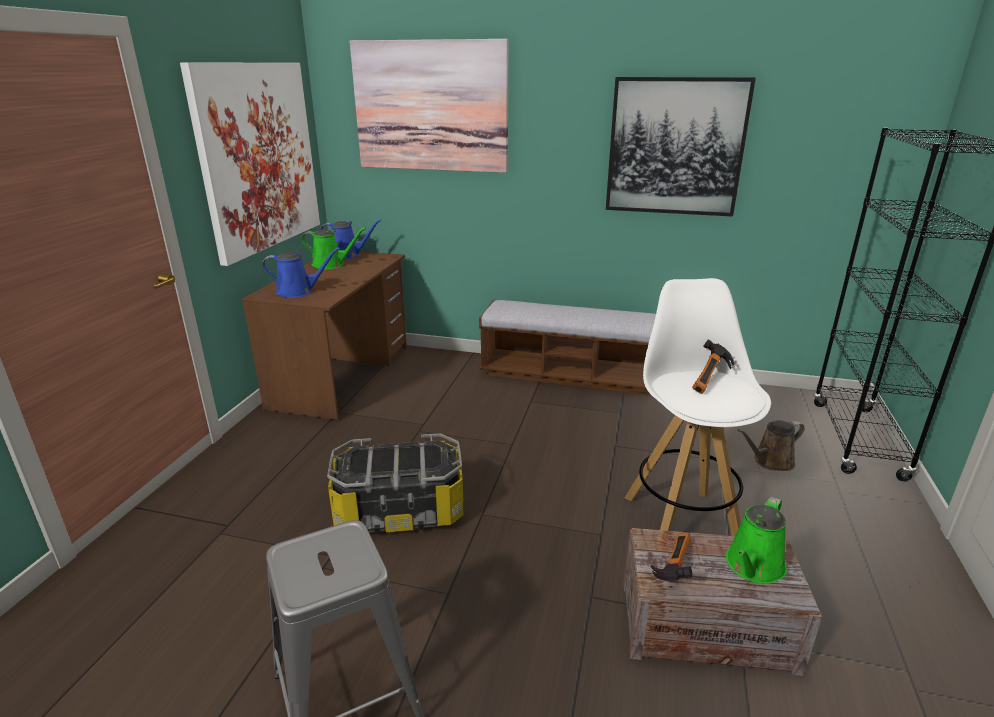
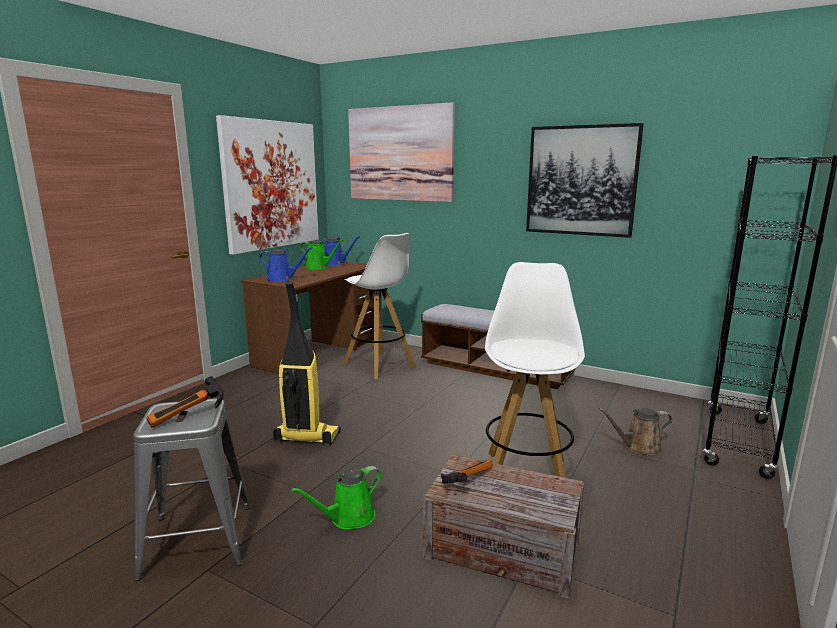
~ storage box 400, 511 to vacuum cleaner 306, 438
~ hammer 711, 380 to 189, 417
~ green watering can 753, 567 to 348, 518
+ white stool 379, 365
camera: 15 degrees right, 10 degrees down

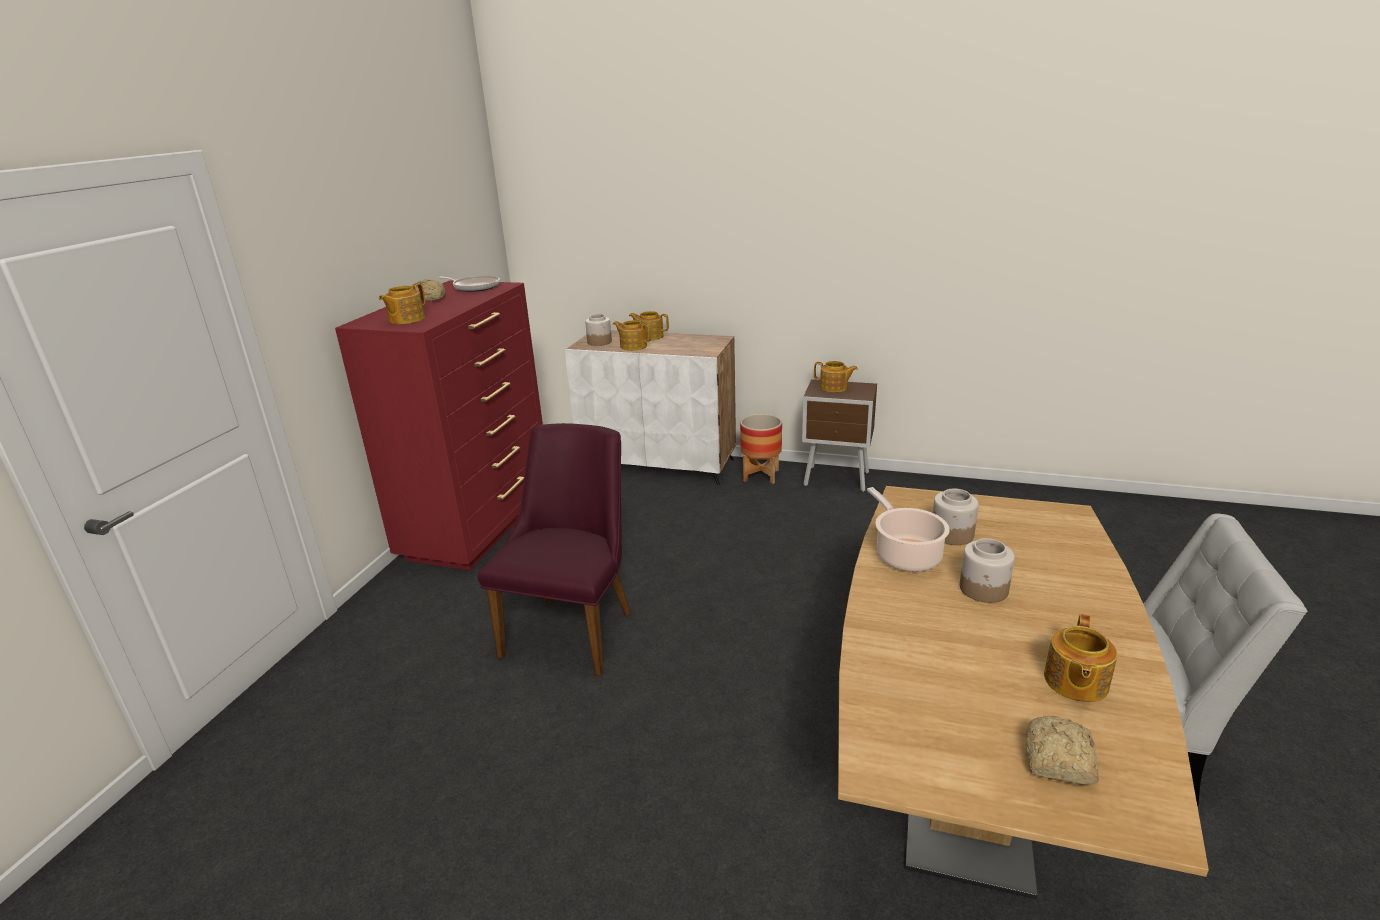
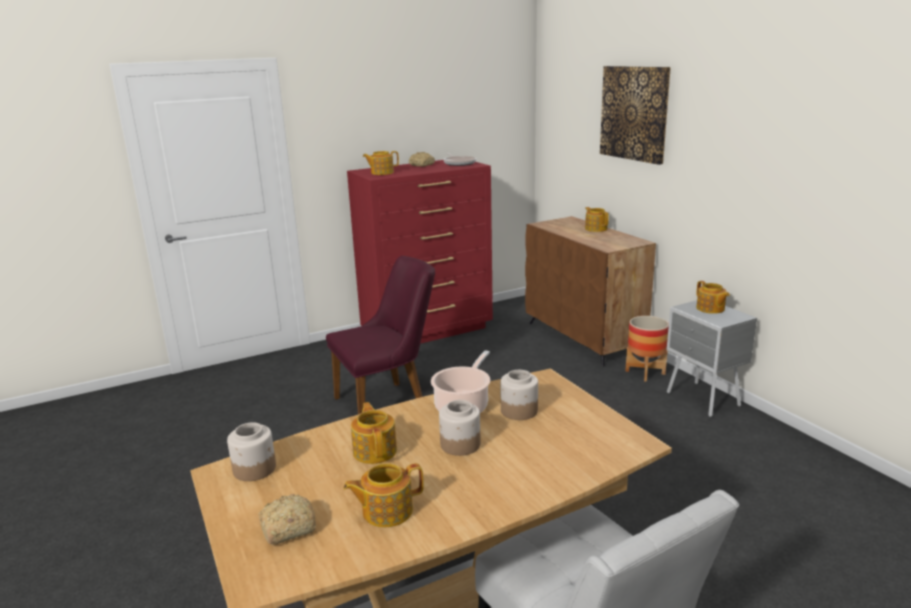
~ white cabinet 659, 465 to brown cabinet 584, 338
~ jar 599, 342 to 255, 469
~ teapot 633, 346 to 375, 450
~ brown nightstand 838, 480 to grey nightstand 703, 400
+ picture 634, 113
camera: 45 degrees right, 5 degrees down

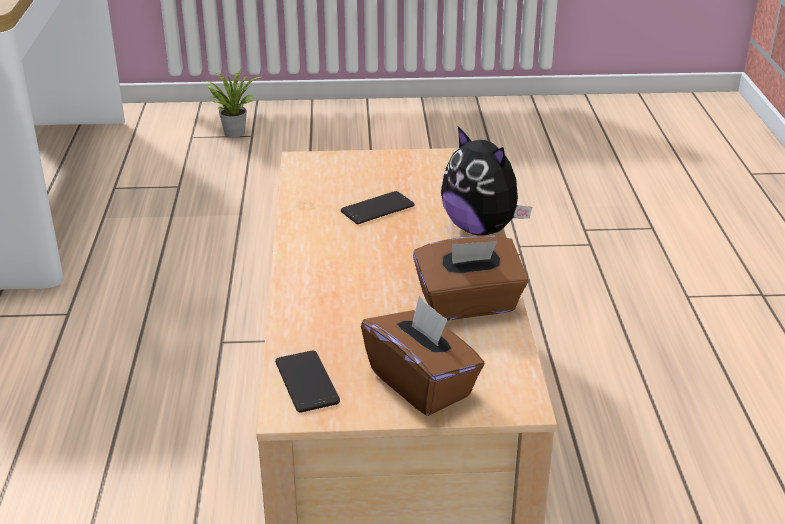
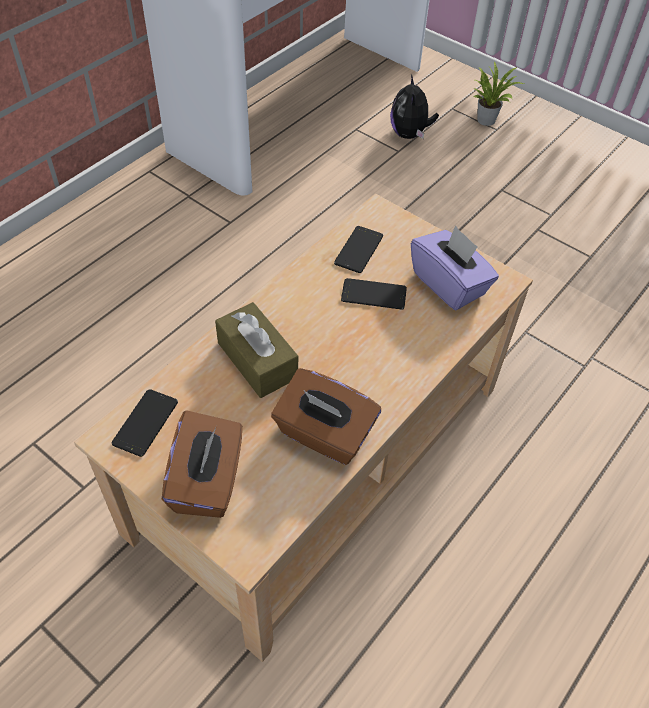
~ plush toy 481, 229 to 409, 134
+ brown tissue box 257, 360
+ phone 359, 250
+ purple tissue box 449, 284
camera: 40 degrees right, 20 degrees up

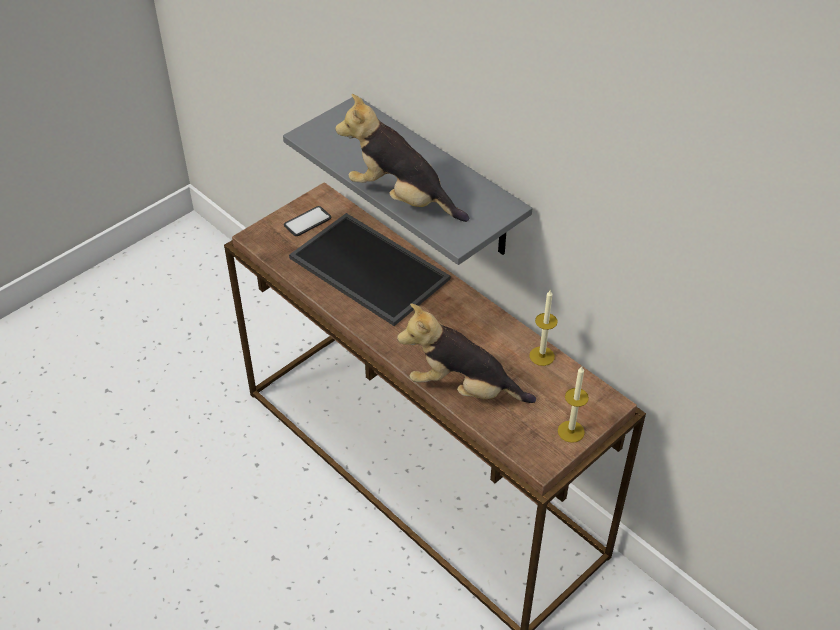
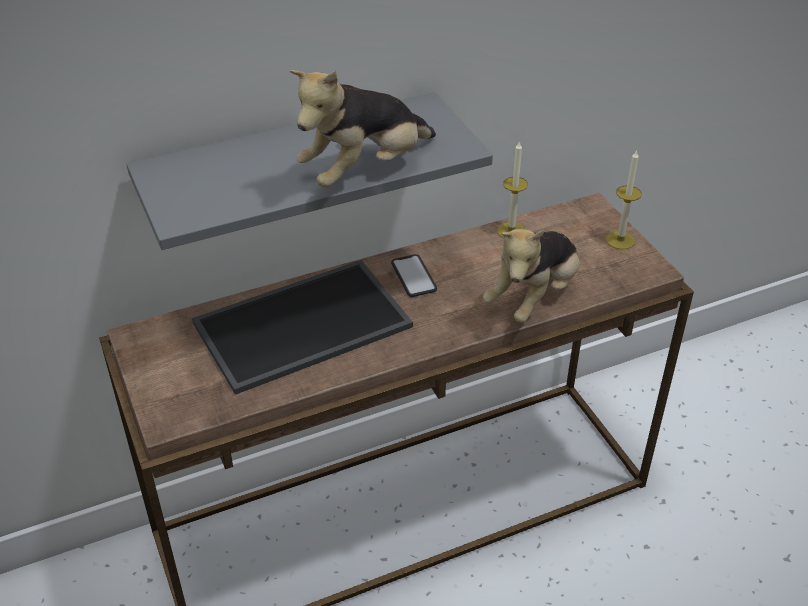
~ phone 307, 222 to 413, 276
camera: 70 degrees left, 5 degrees down

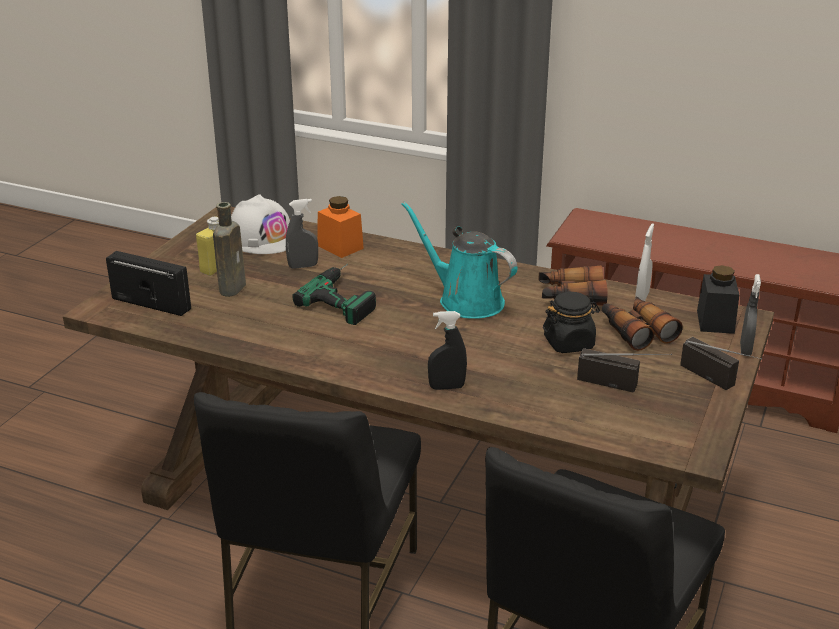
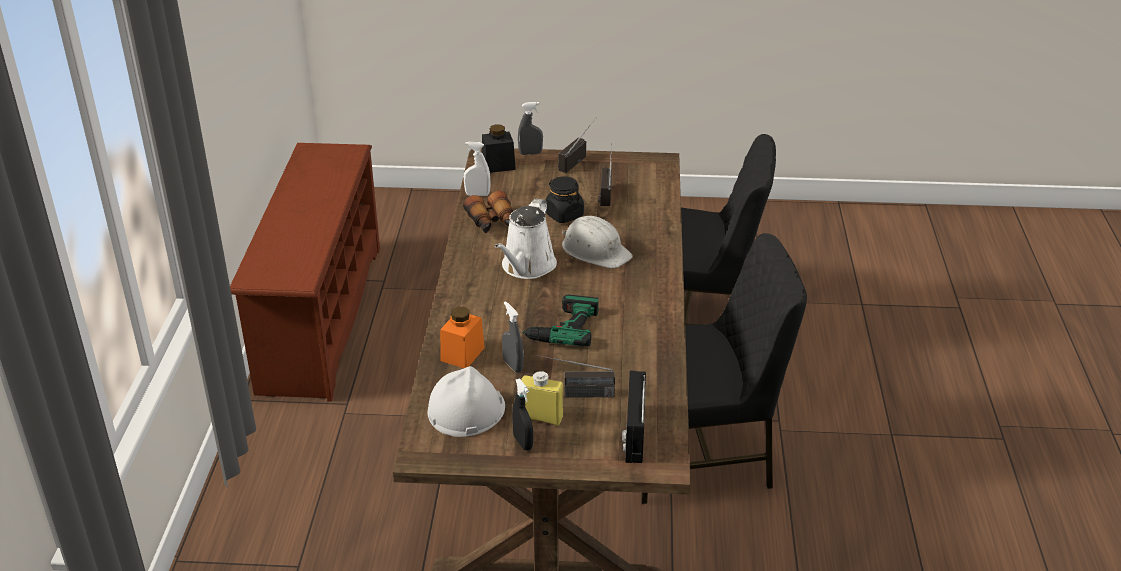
~ brown bottle 233, 287 to radio 575, 394
~ turquoise watering can 465, 300 to white watering can 526, 267
~ black spray bottle 446, 387 to 523, 442
- binoculars 636, 330
+ white hard hat 595, 250
camera: 110 degrees left, 5 degrees up

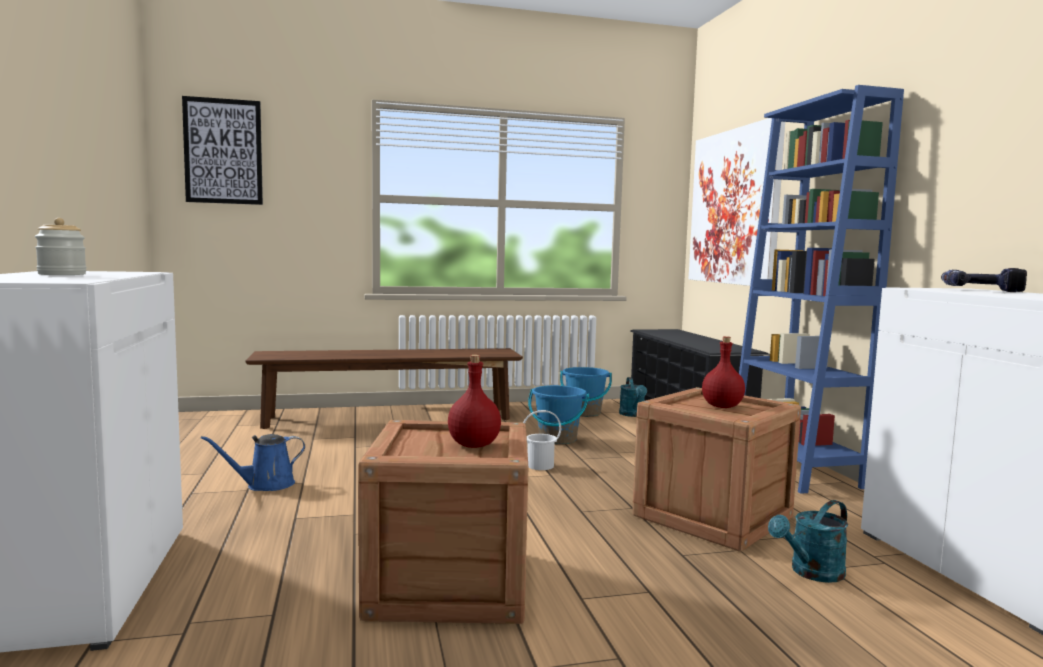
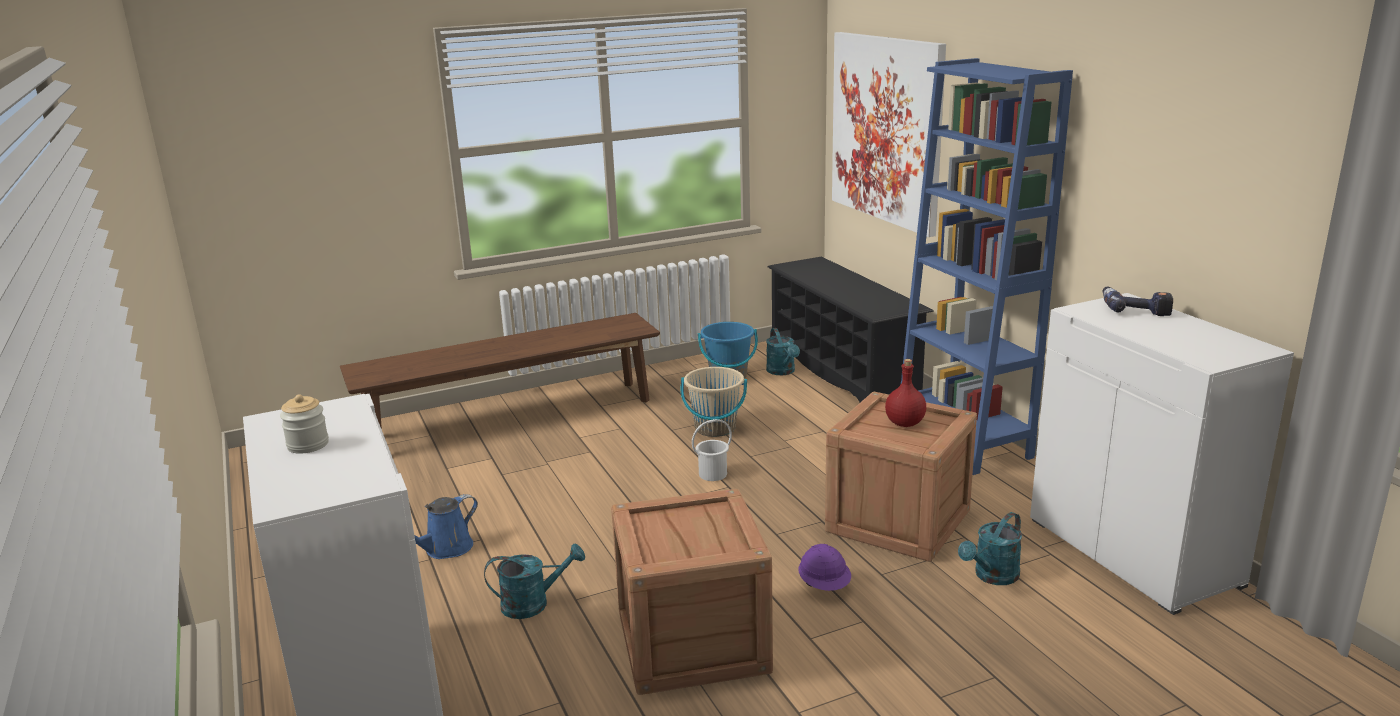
- picture 223, 151
- red bottle 473, 445
~ blue bucket 557, 439 to beige bucket 715, 428
+ turquoise watering can 533, 604
+ purple hard hat 824, 586
camera: 10 degrees left, 15 degrees up

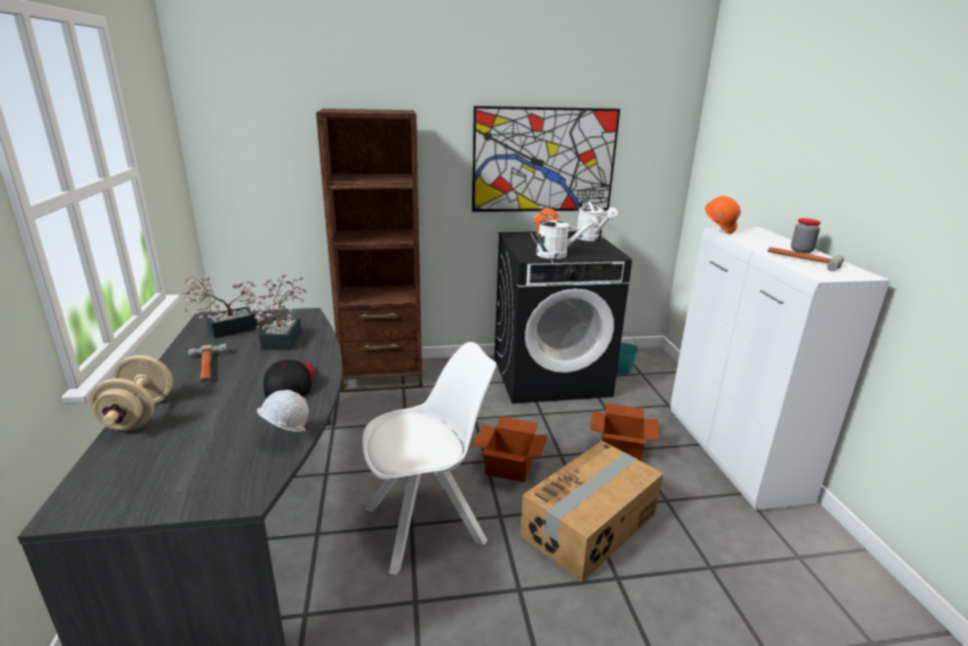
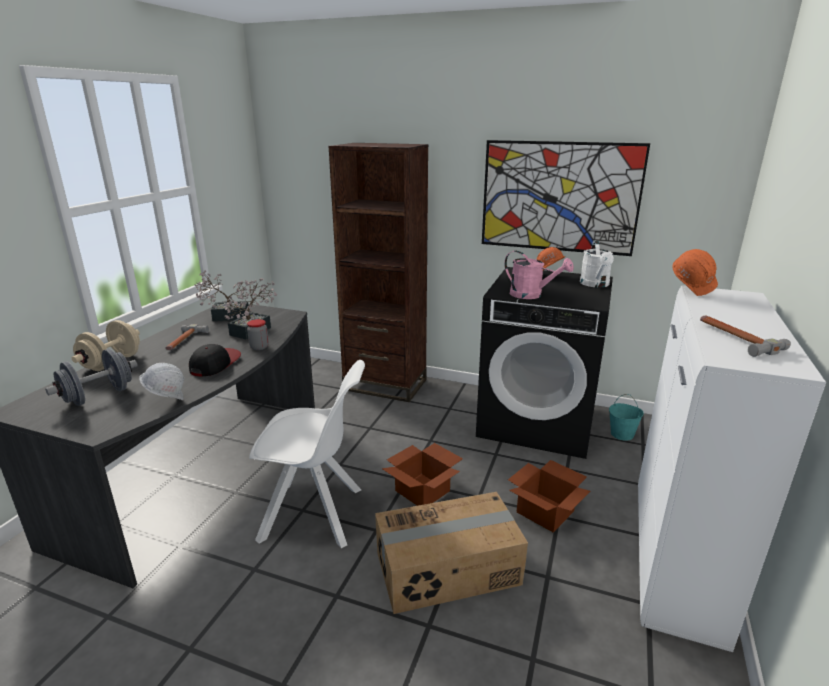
~ white watering can 558, 255 to pink watering can 531, 295
~ jar 801, 251 to 259, 347
+ grey dumbbell 99, 396
camera: 30 degrees right, 0 degrees up

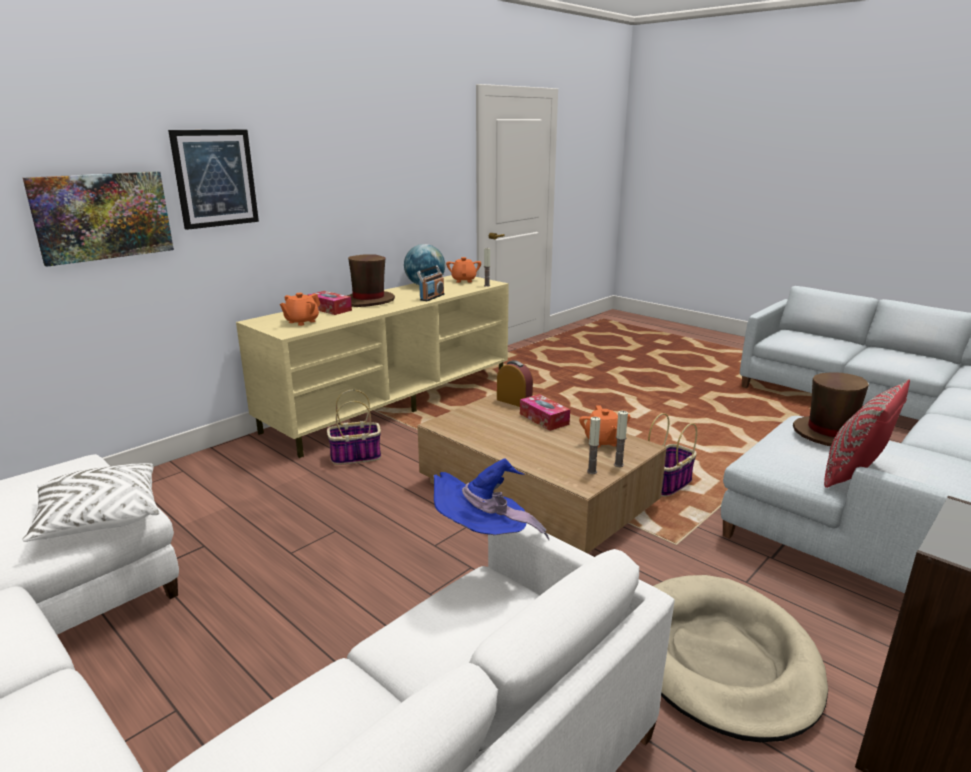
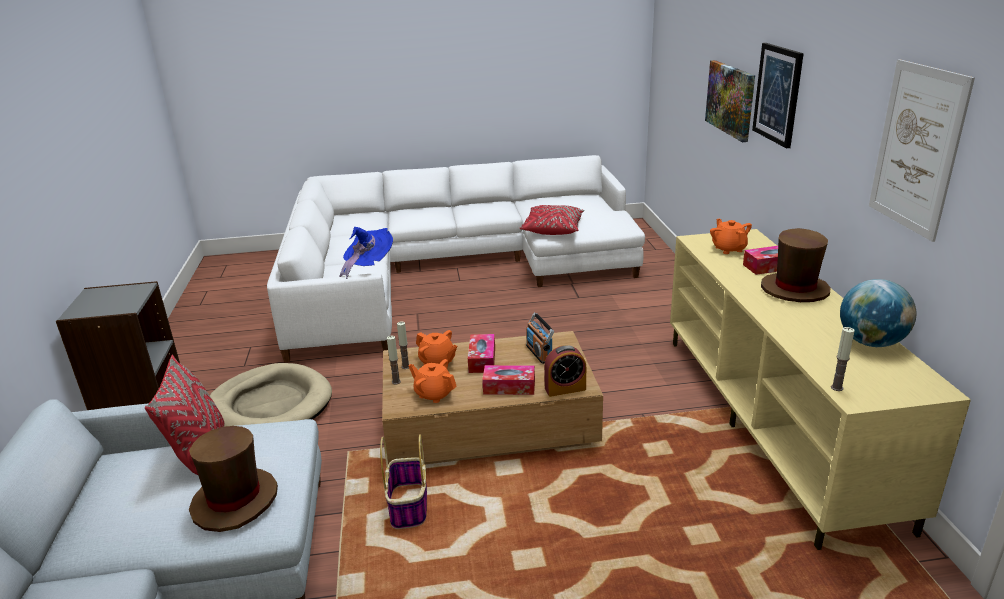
~ white pillow 100, 518 to red pillow 553, 229
- basket 355, 457
~ radio 431, 297 to 539, 353
~ orange teapot 464, 280 to 437, 362
+ tissue box 482, 359
+ picture 917, 148
camera: 130 degrees right, 5 degrees up

